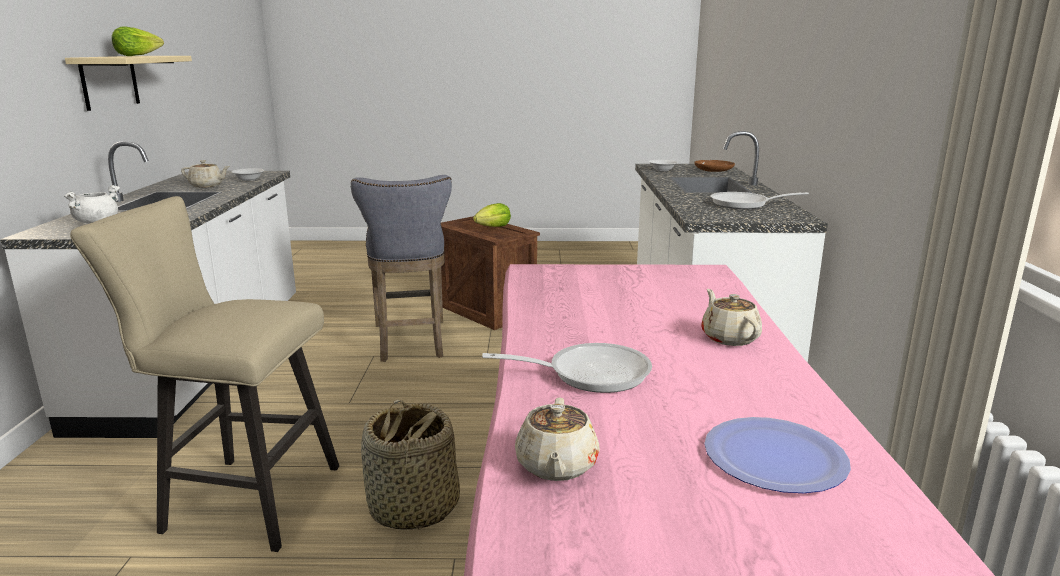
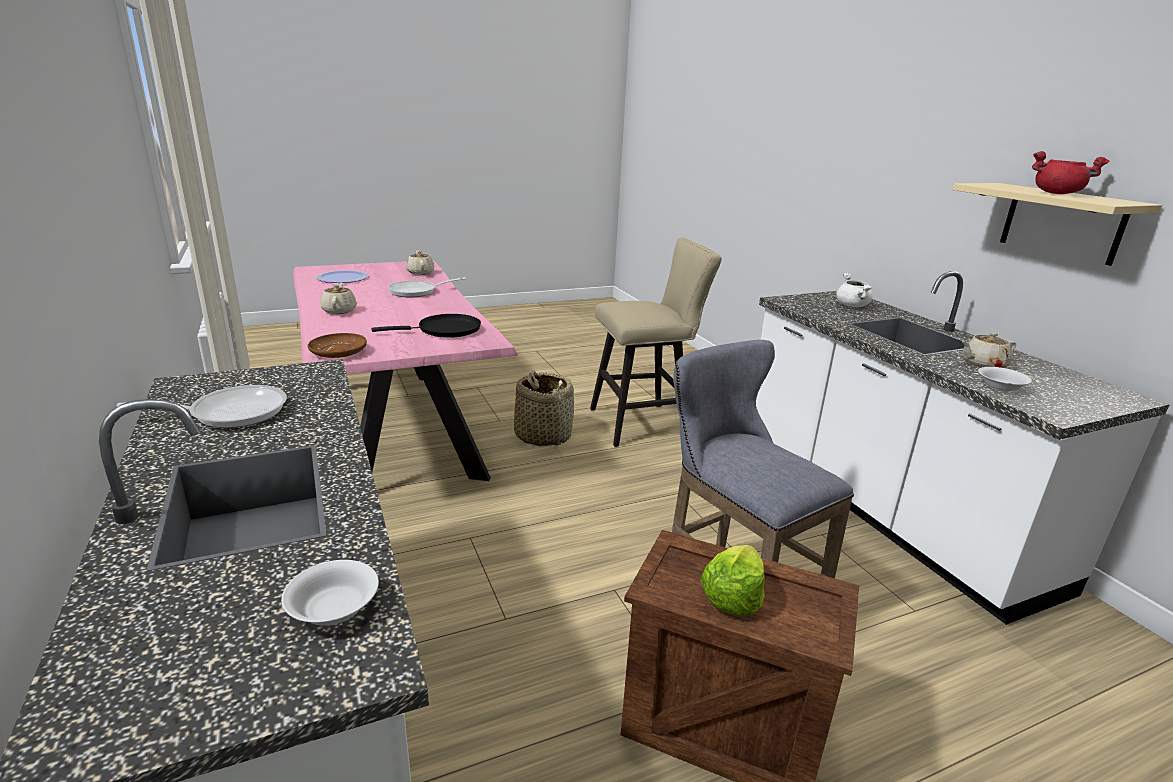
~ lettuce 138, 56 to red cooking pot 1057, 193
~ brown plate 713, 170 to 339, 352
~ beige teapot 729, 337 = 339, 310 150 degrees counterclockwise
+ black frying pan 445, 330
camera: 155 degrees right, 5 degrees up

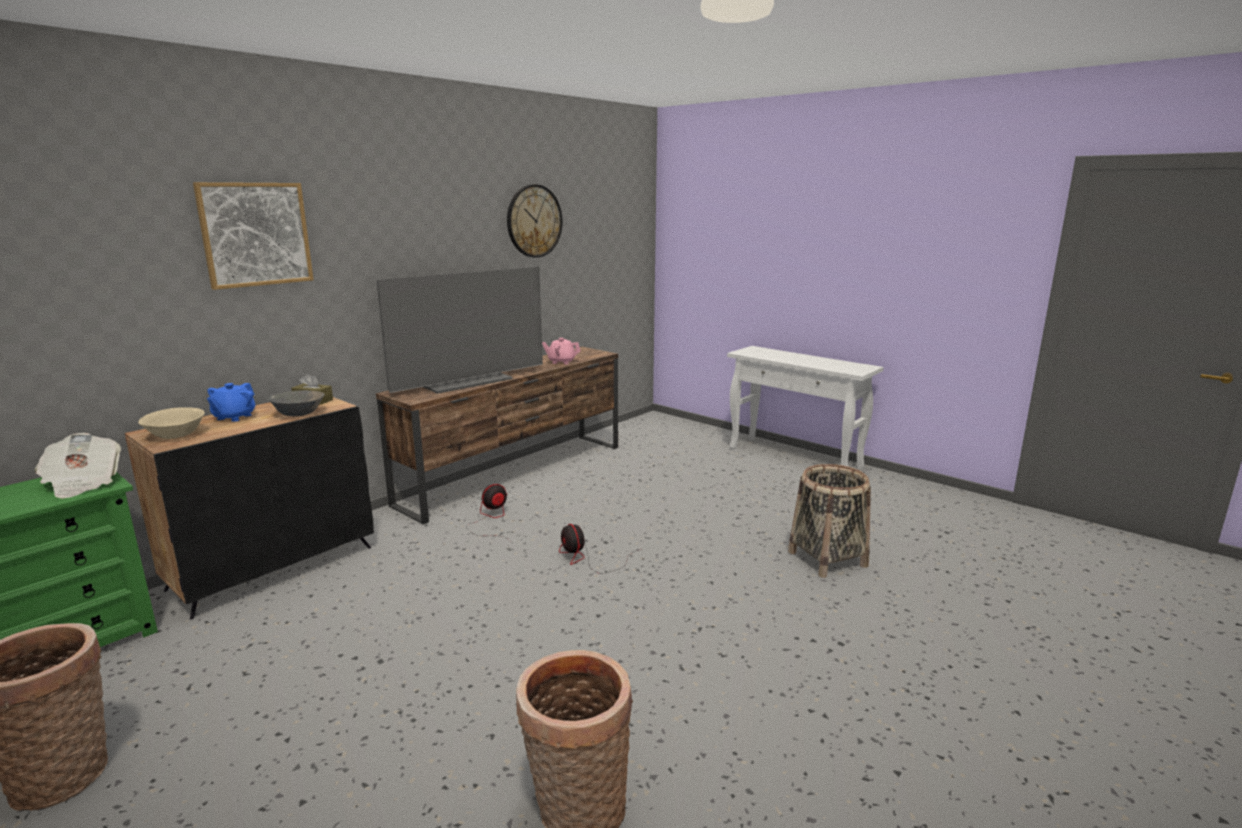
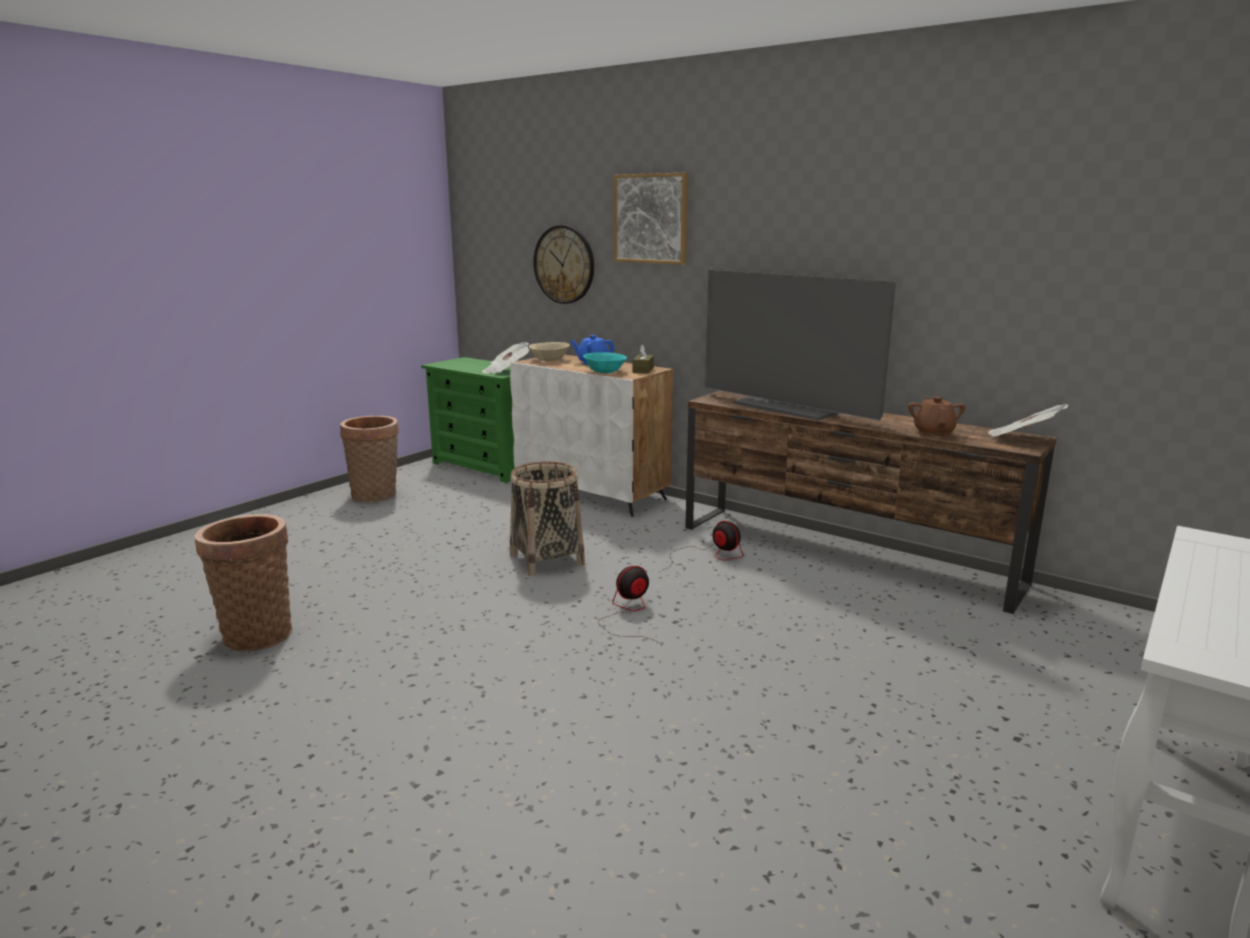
~ black cabinet 274, 567 to white cabinet 592, 493
~ grey bowl 298, 414 to turquoise bowl 604, 371
~ wall clock 534, 221 to 564, 264
~ pink teapot 561, 362 to brown teapot 933, 433
~ basket 827, 559 to 546, 559
+ newspaper 1021, 439
camera: 85 degrees right, 0 degrees up

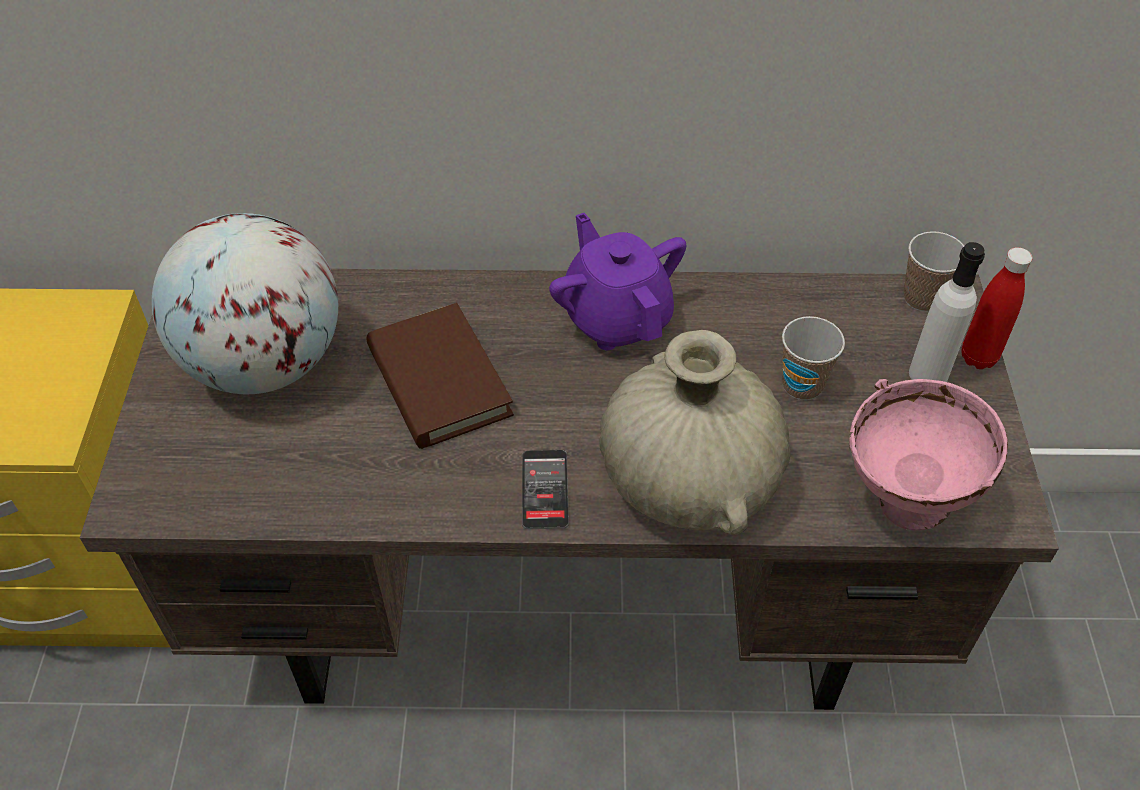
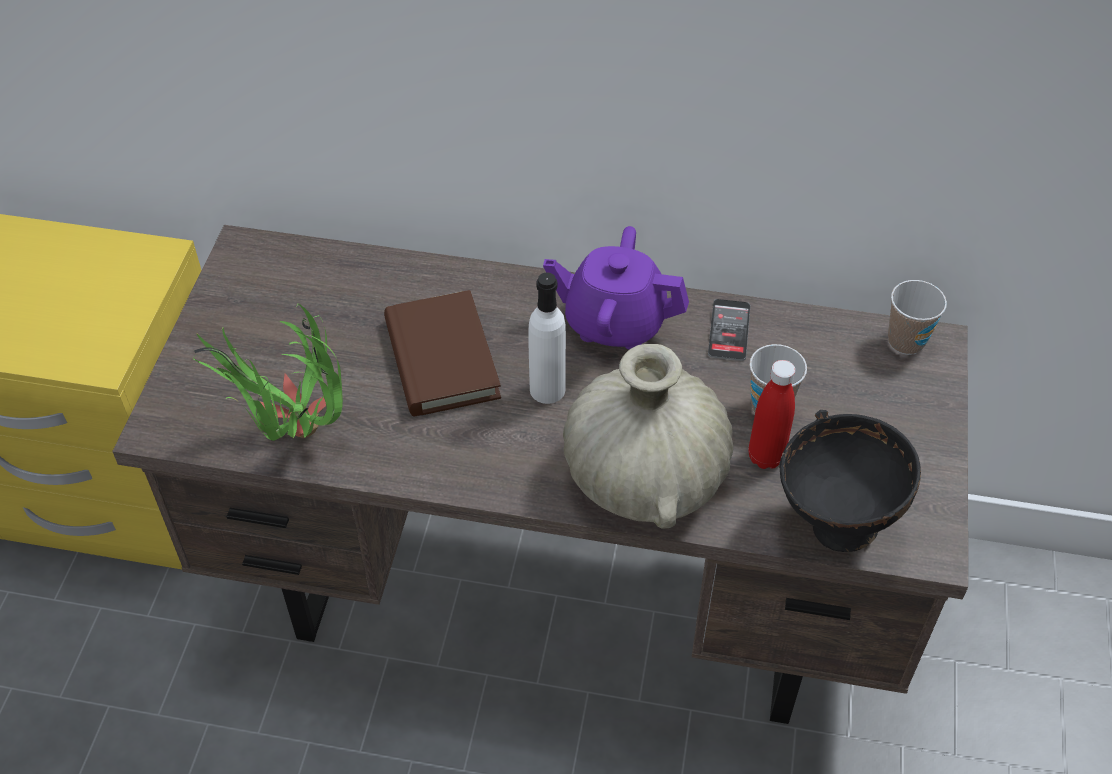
- globe 264, 364
~ phone 545, 490 to 729, 330
~ purple teapot 616, 318 = 614, 322 60 degrees counterclockwise
~ pink bowl 904, 506 to black bowl 835, 529
~ white bottle 928, 374 to 547, 389
~ red bottle 978, 357 to 765, 457
+ potted plant 297, 443
camera: 10 degrees right, 0 degrees up

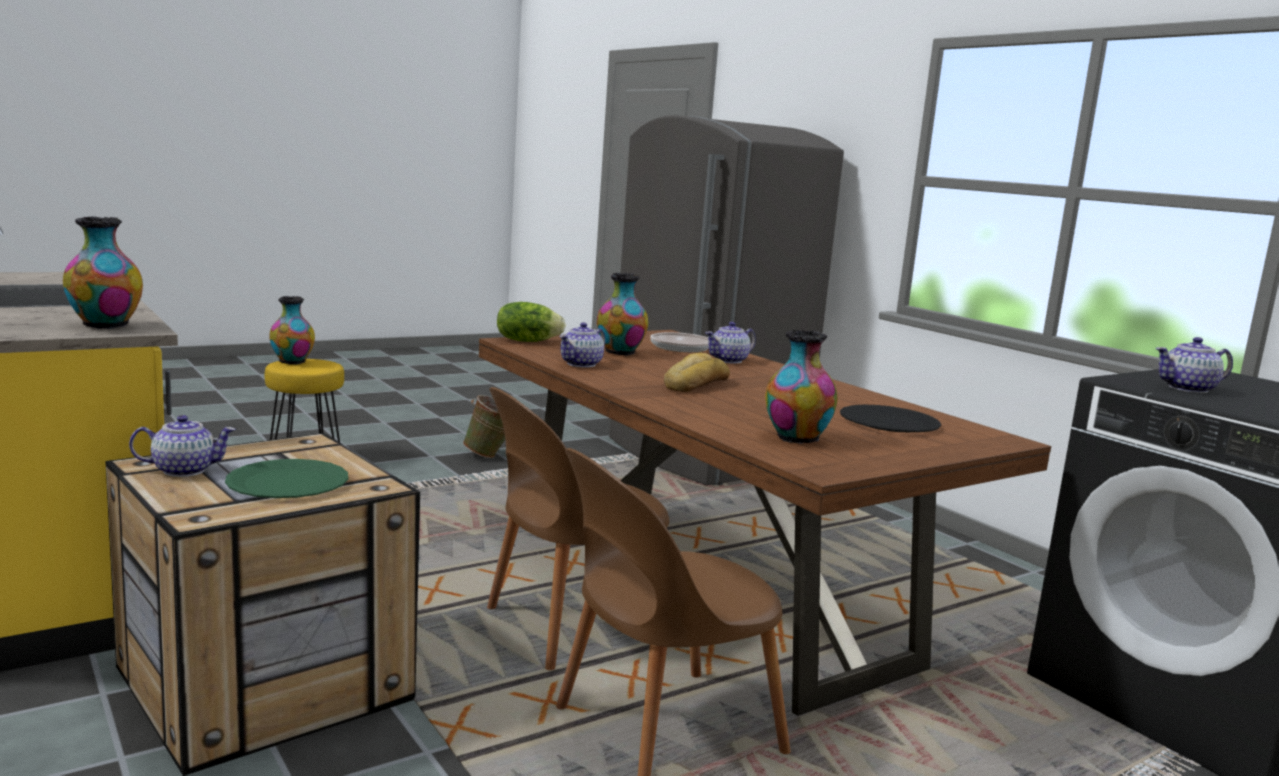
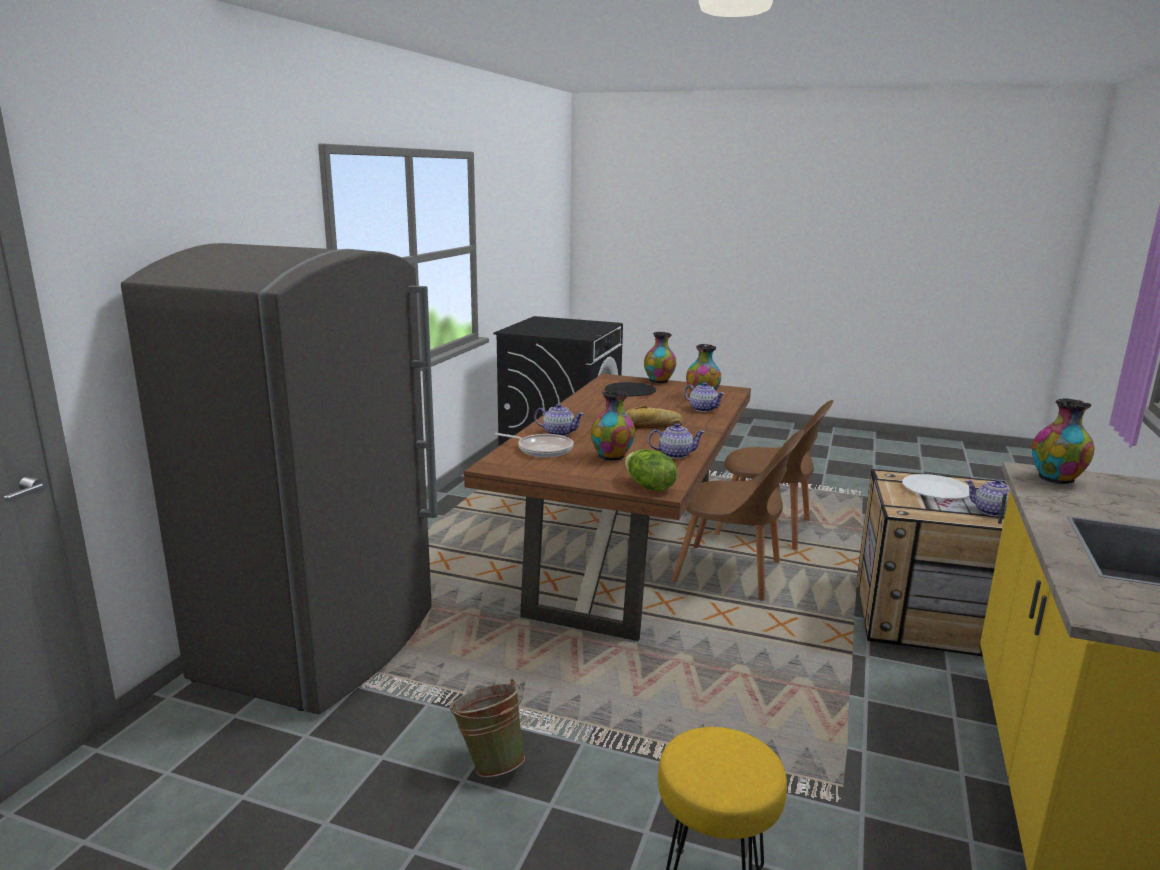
~ green plate 288, 483 to white plate 936, 489
~ vase 292, 362 to 659, 381
~ teapot 1188, 389 to 703, 409
camera: 125 degrees left, 5 degrees up

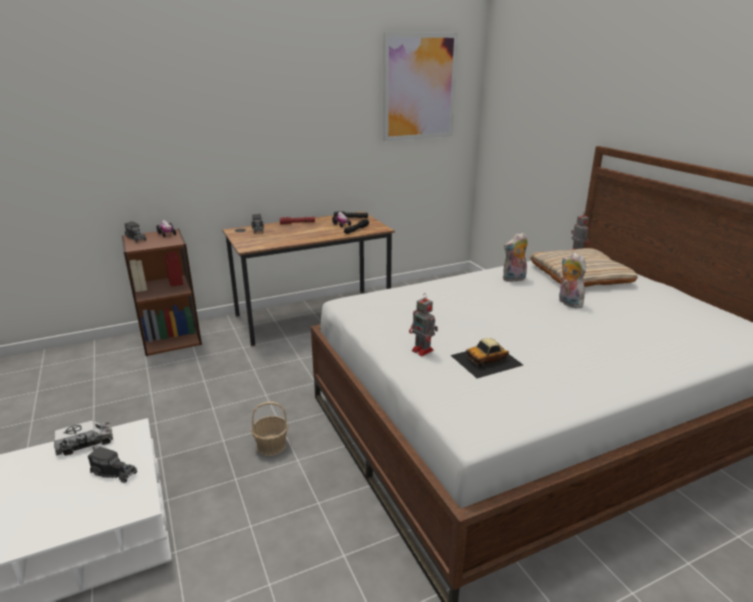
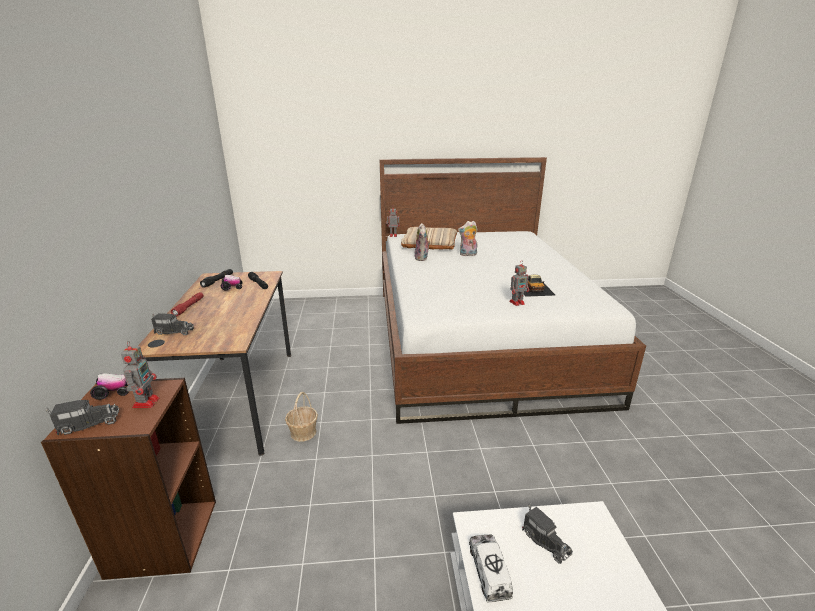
~ toy truck 113, 472 = 544, 540 105 degrees clockwise
~ basket 271, 445 to 303, 432
- picture 419, 87
+ toy robot 146, 401
camera: 70 degrees left, 0 degrees up

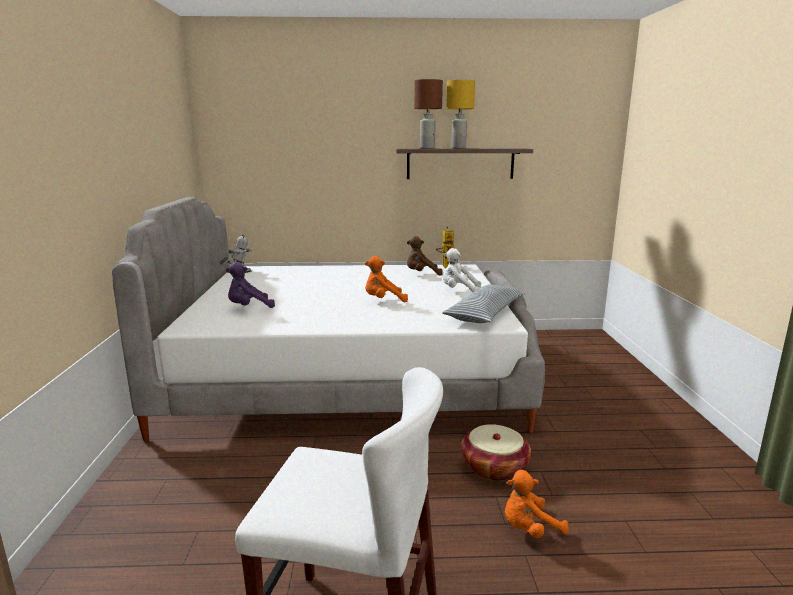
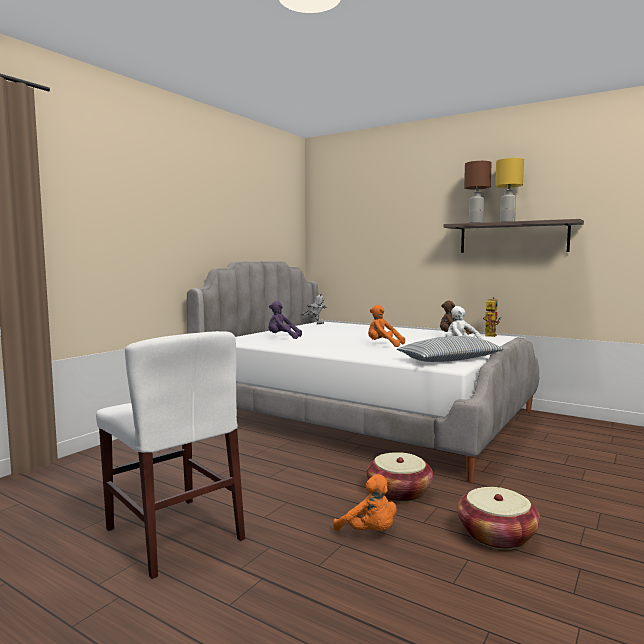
~ orange plush toy 529, 528 = 369, 532 150 degrees counterclockwise
+ basket 496, 536
camera: 35 degrees right, 10 degrees down

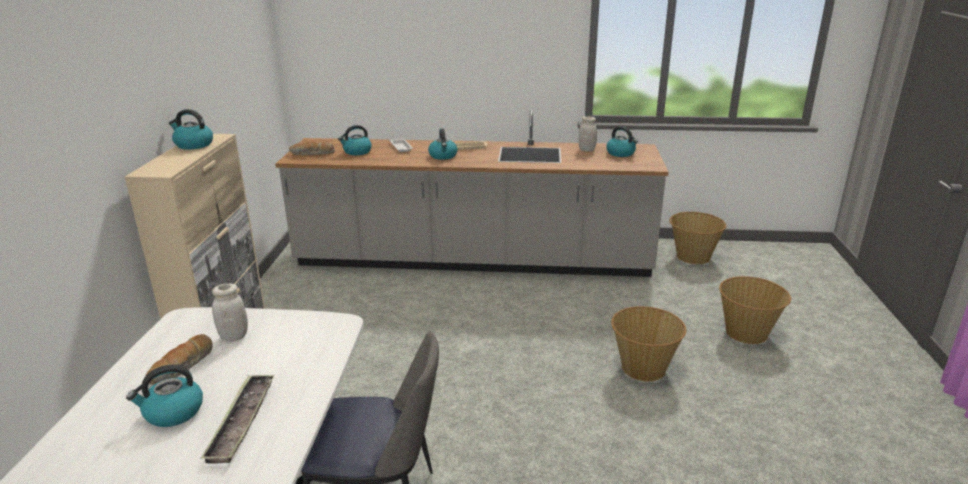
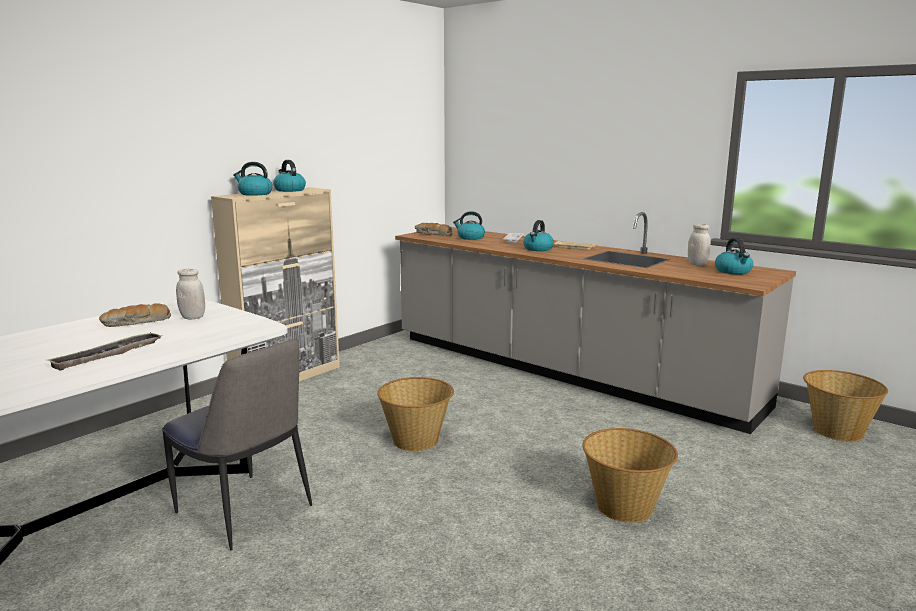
~ kettle 173, 413 to 254, 194
~ basket 747, 332 to 416, 440
camera: 35 degrees right, 10 degrees down

